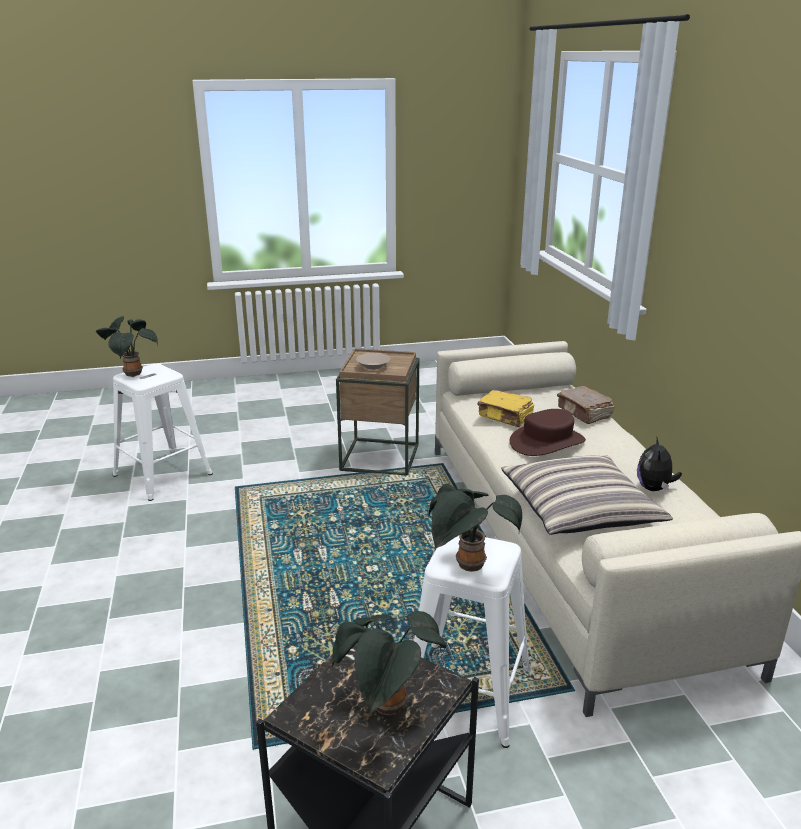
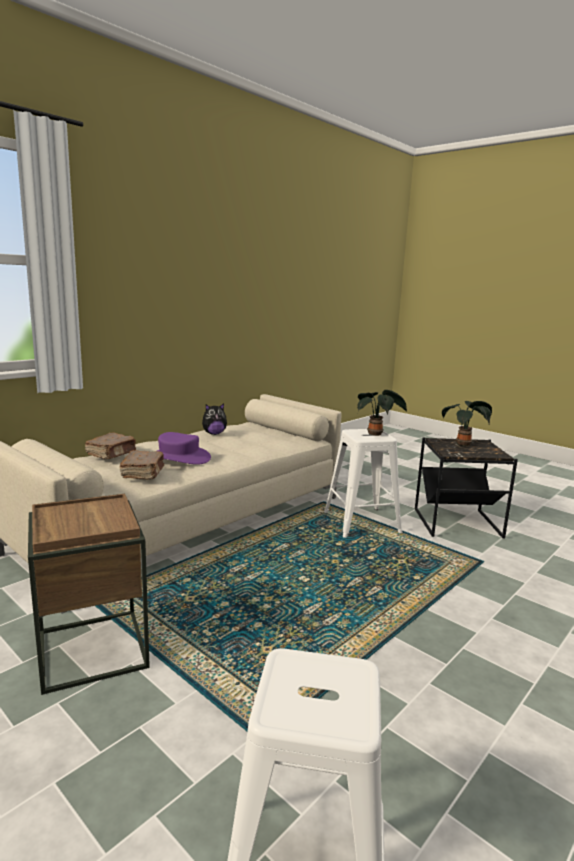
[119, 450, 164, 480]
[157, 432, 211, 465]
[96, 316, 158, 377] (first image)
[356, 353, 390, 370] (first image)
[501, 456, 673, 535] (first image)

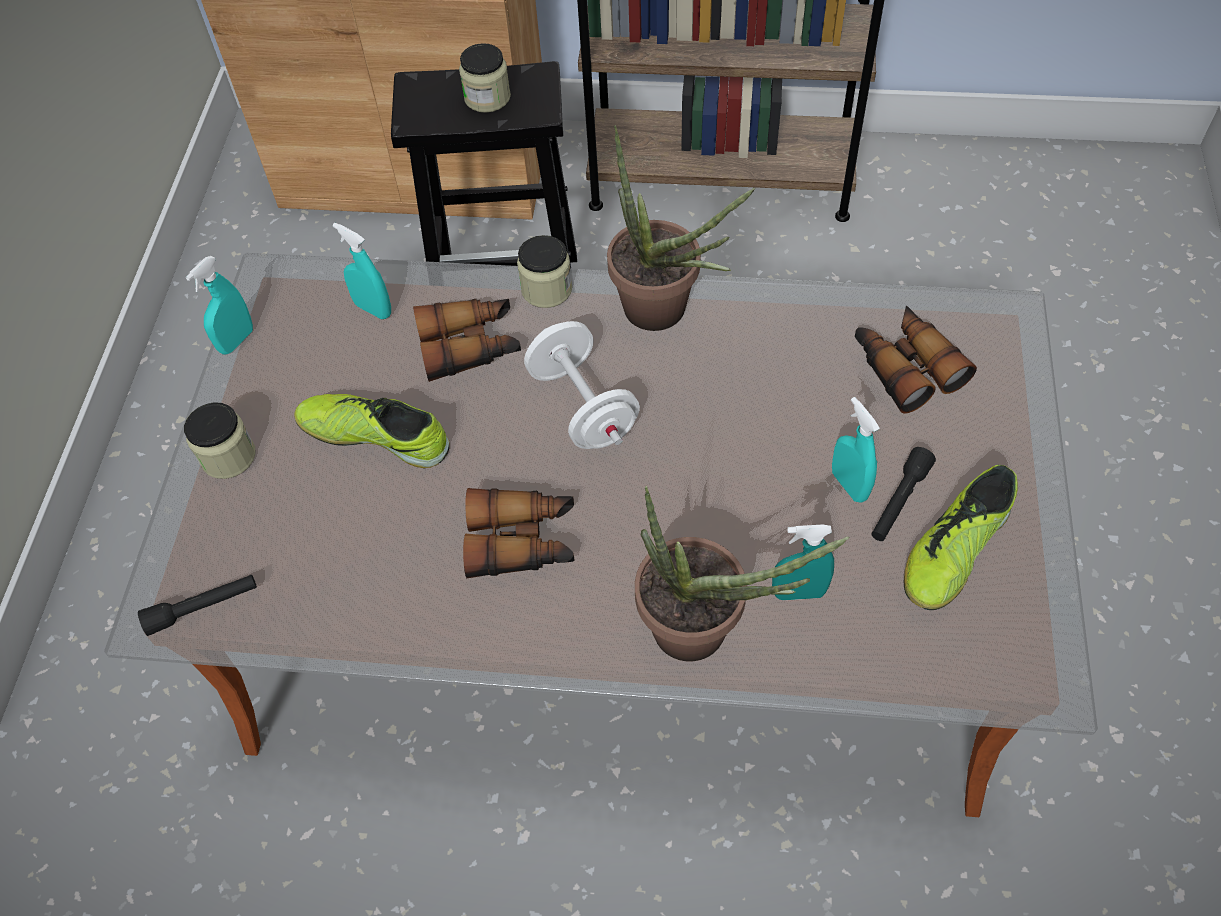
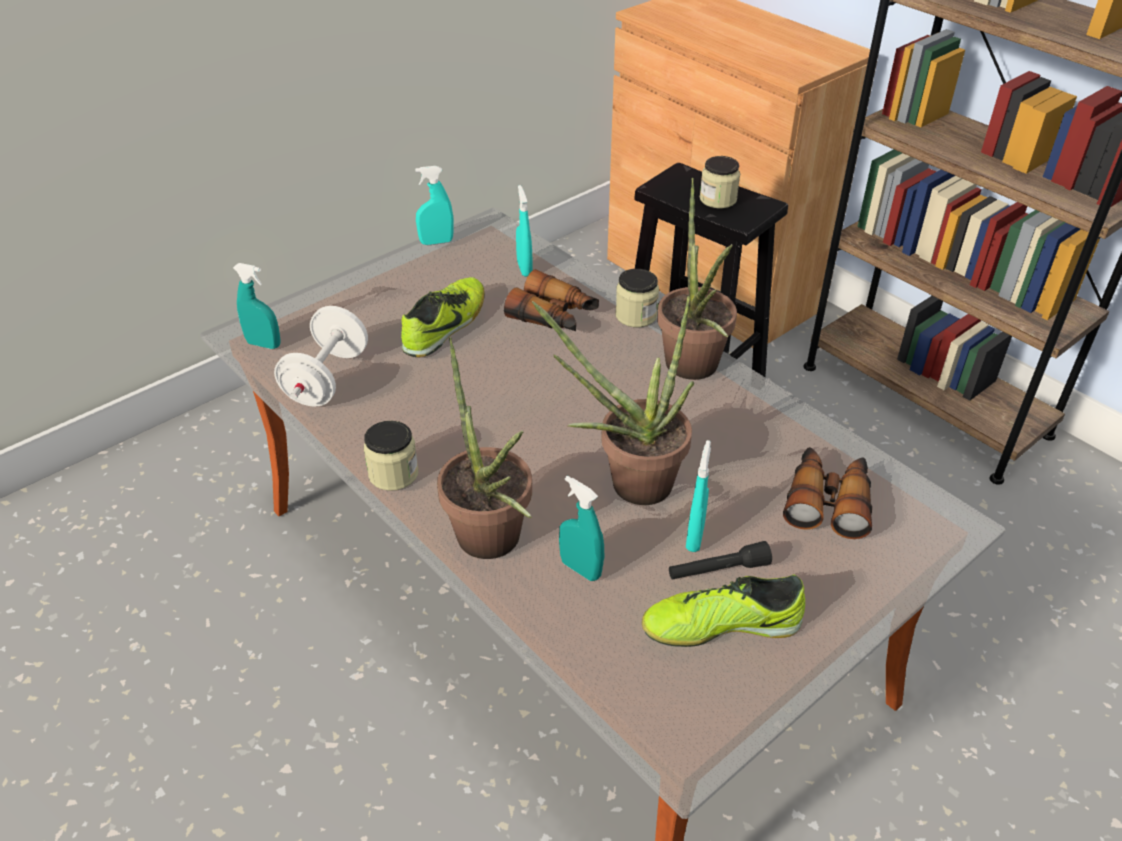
[233, 263, 280, 349]
[274, 306, 368, 407]
[364, 421, 418, 491]
[401, 277, 485, 357]
[532, 296, 694, 505]
[463, 488, 575, 578] (first image)

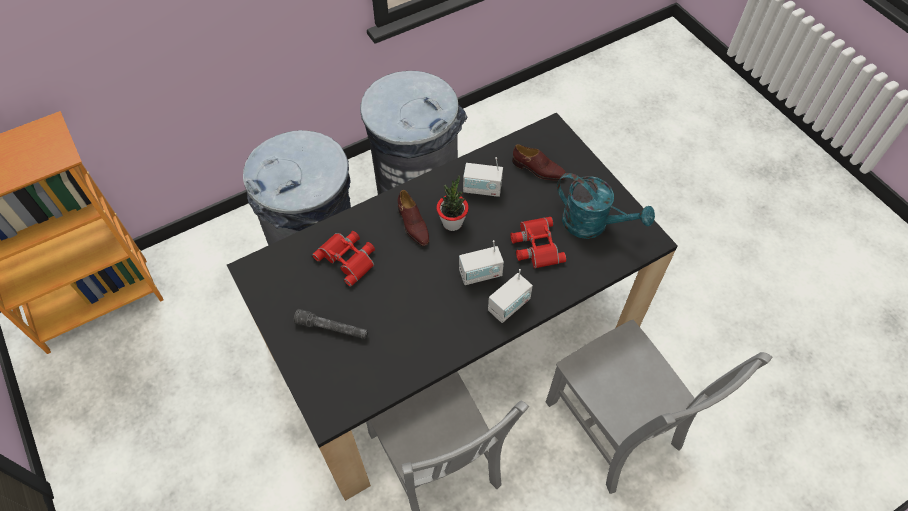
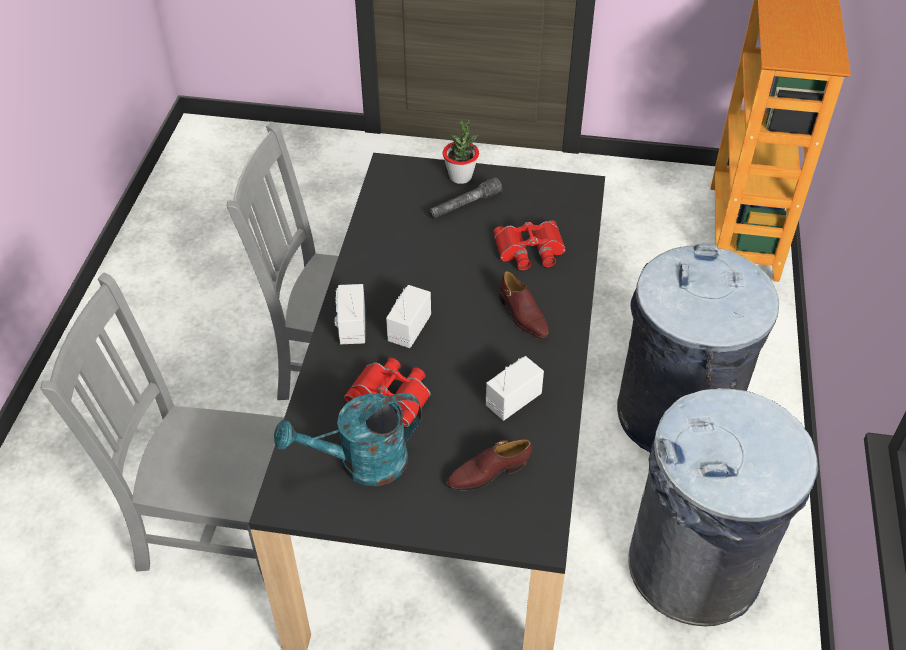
[443, 120, 479, 184]
[499, 271, 549, 339]

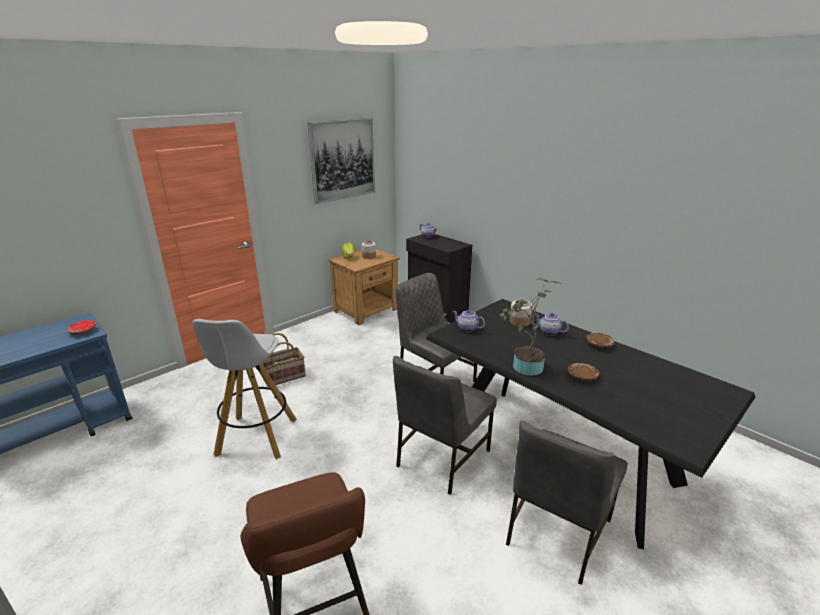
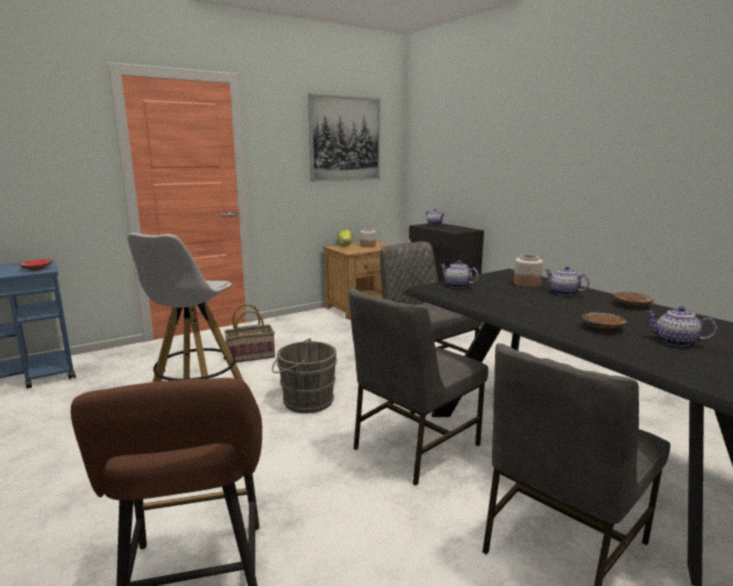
[272, 338, 338, 413]
[646, 306, 717, 346]
[499, 278, 562, 376] (first image)

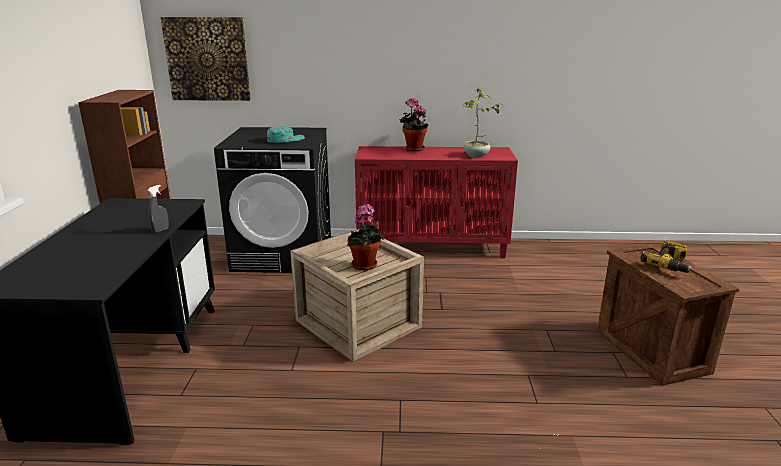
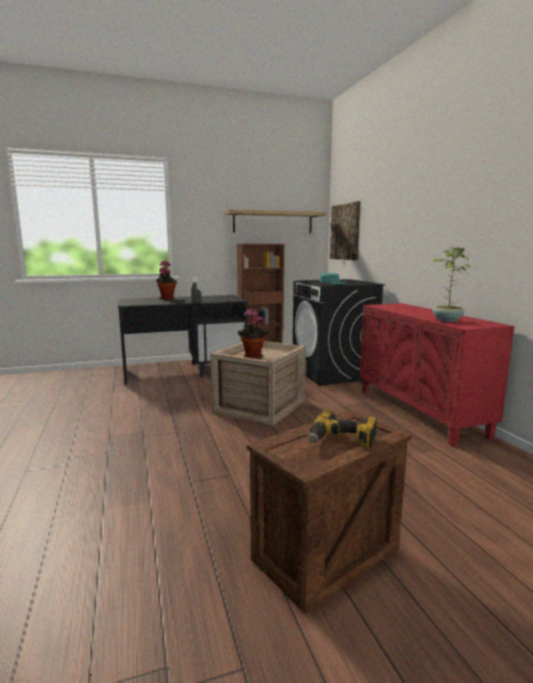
[156, 260, 177, 300]
[225, 209, 326, 234]

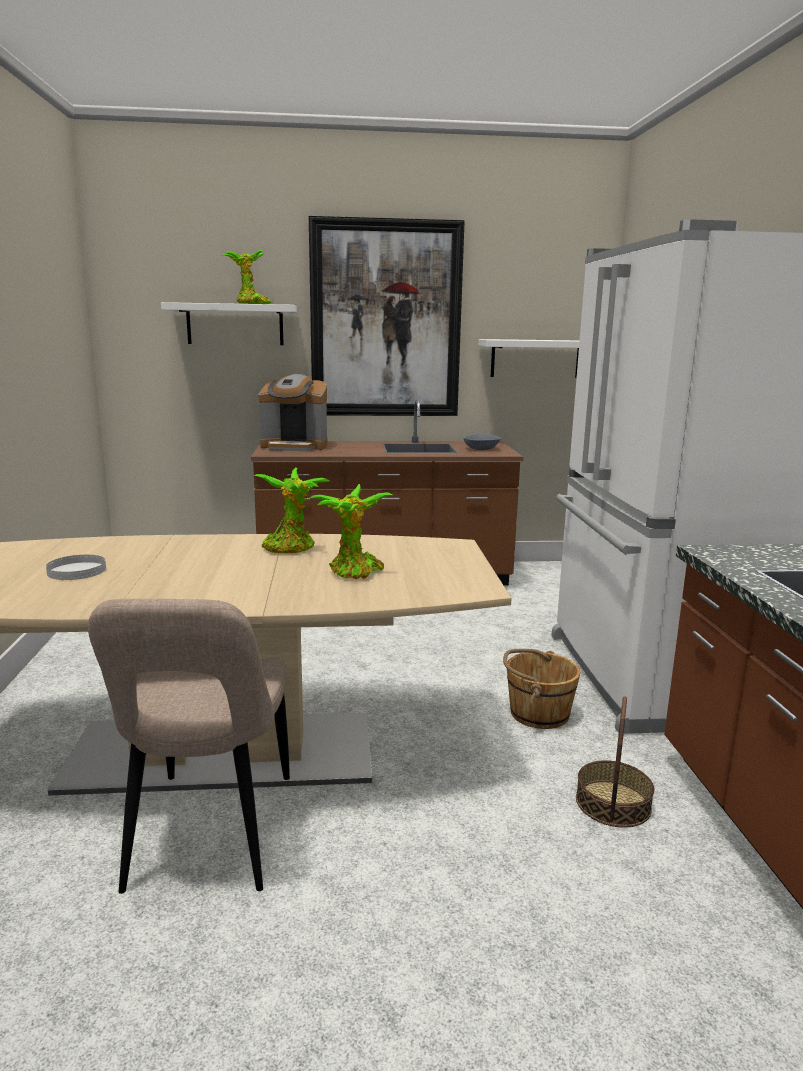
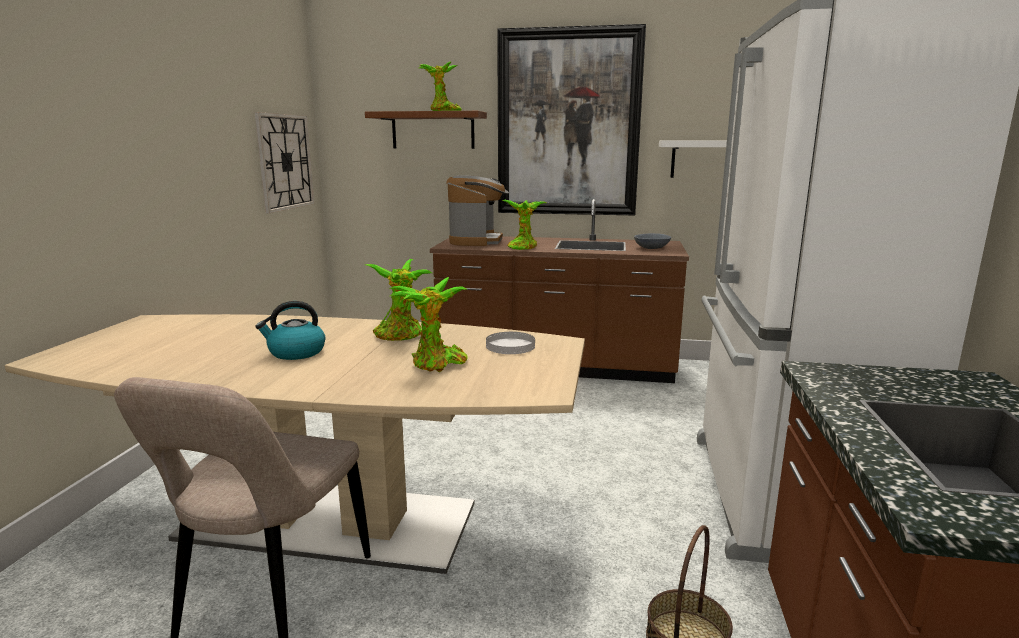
[255, 112, 315, 213]
[255, 301, 325, 360]
[365, 111, 487, 149]
[446, 175, 509, 246]
[486, 332, 535, 354]
[502, 200, 546, 250]
[503, 649, 580, 729] (first image)

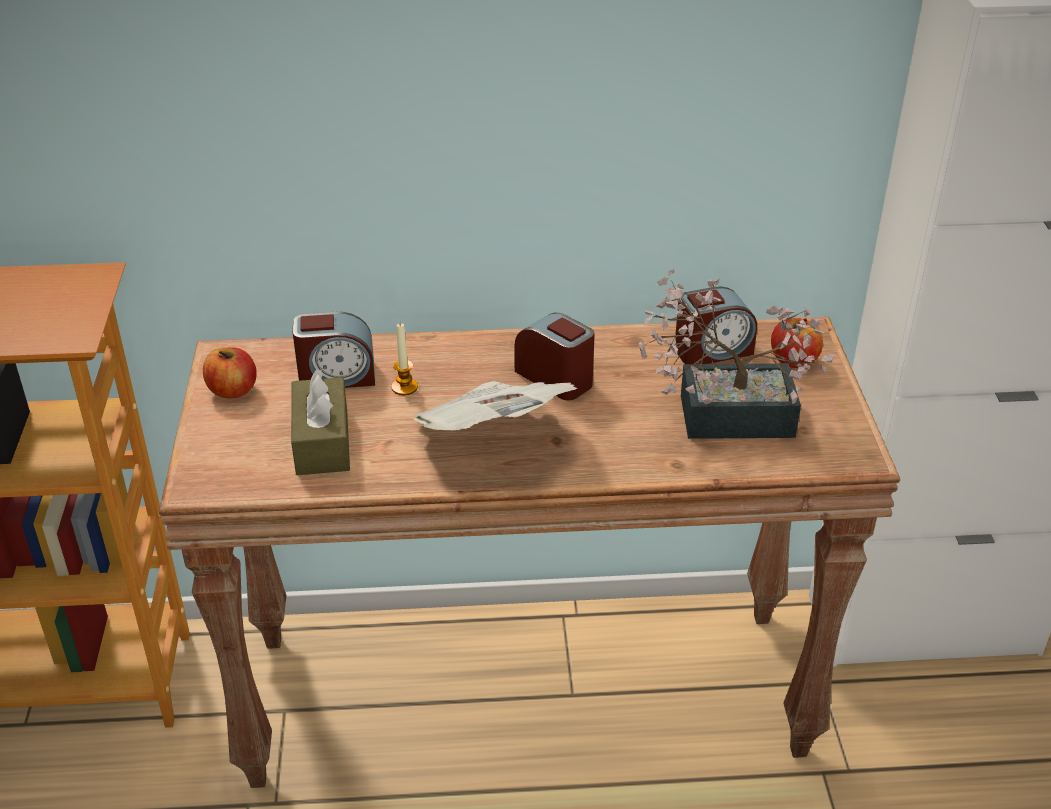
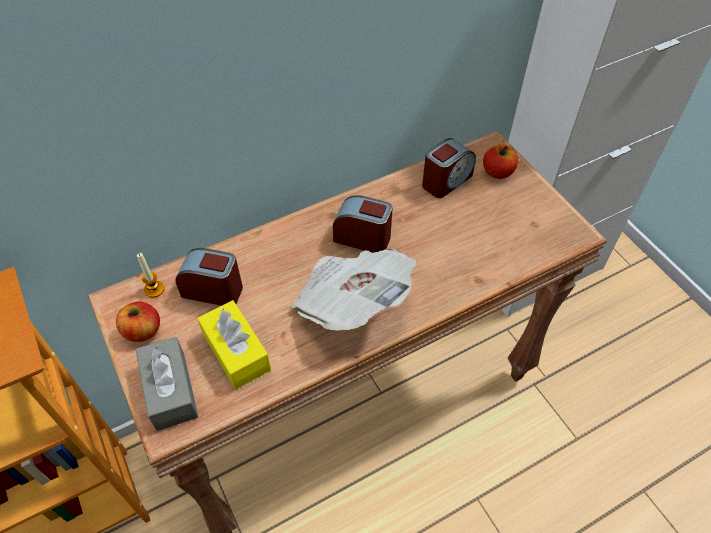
[136, 337, 198, 431]
[137, 253, 164, 298]
[175, 248, 243, 306]
[197, 300, 271, 389]
[639, 269, 834, 439] (first image)

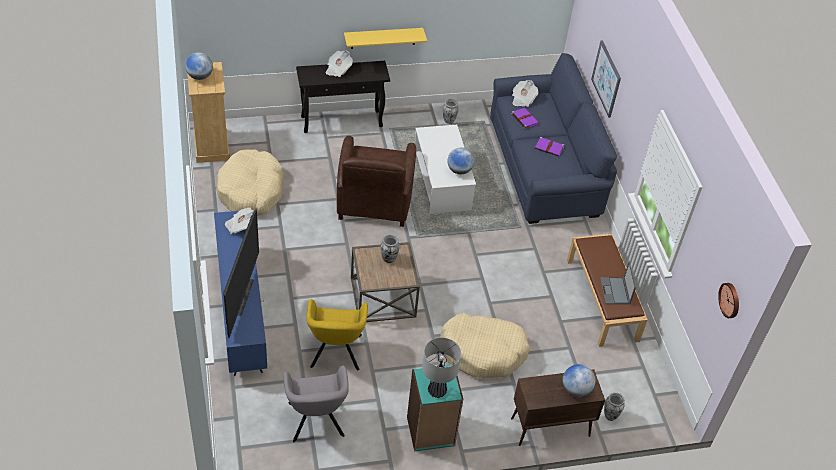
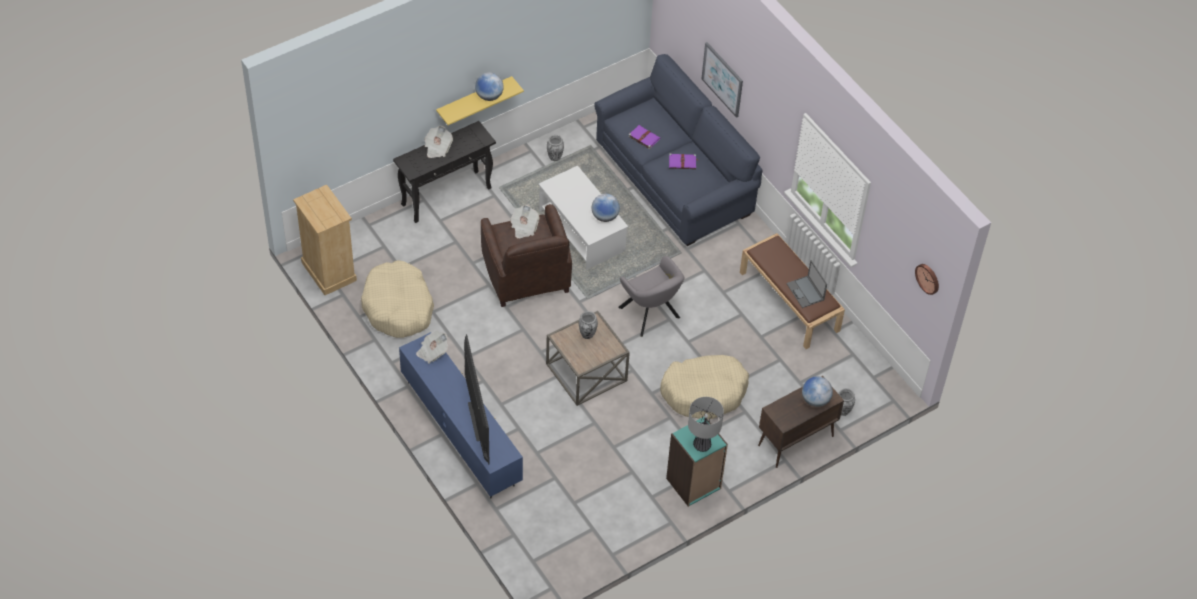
[475, 72, 504, 101]
[510, 205, 540, 238]
[618, 256, 684, 337]
[307, 299, 368, 370] (first image)

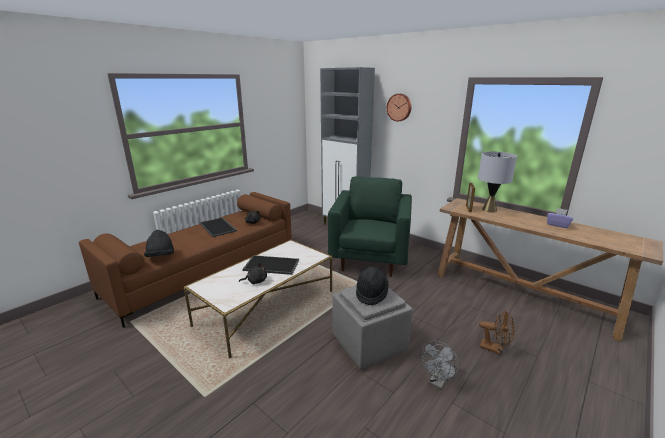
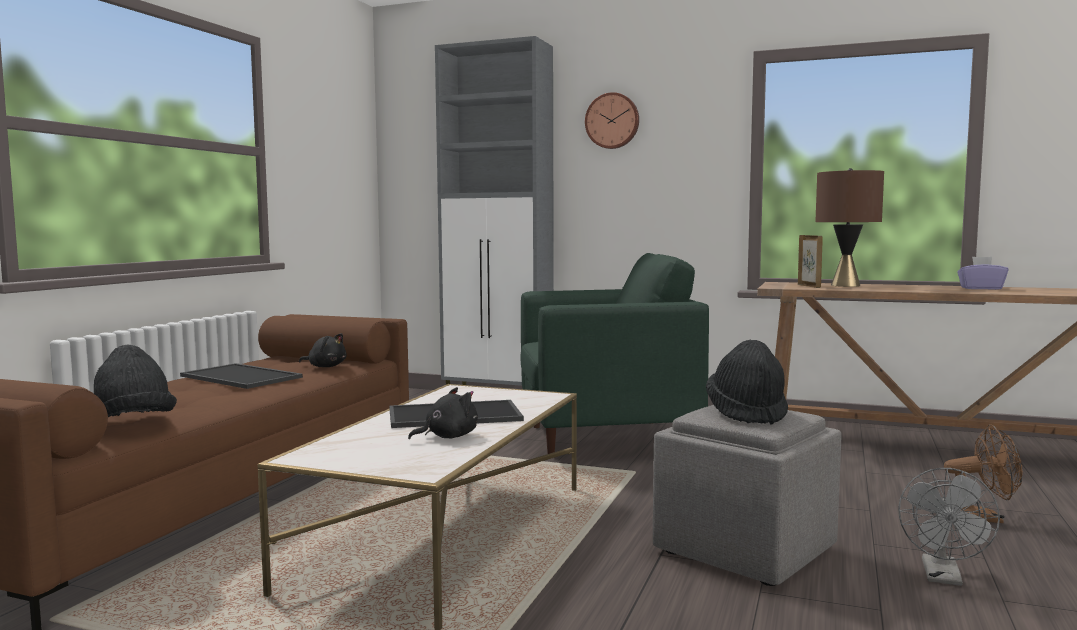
[521, 253, 709, 454]
[815, 168, 884, 287]

